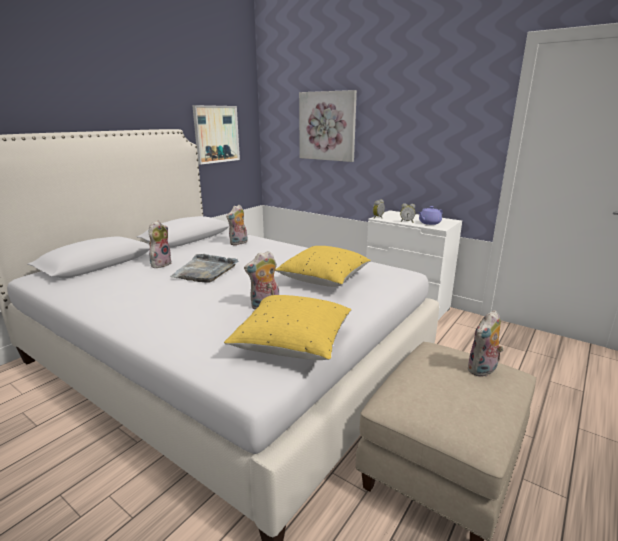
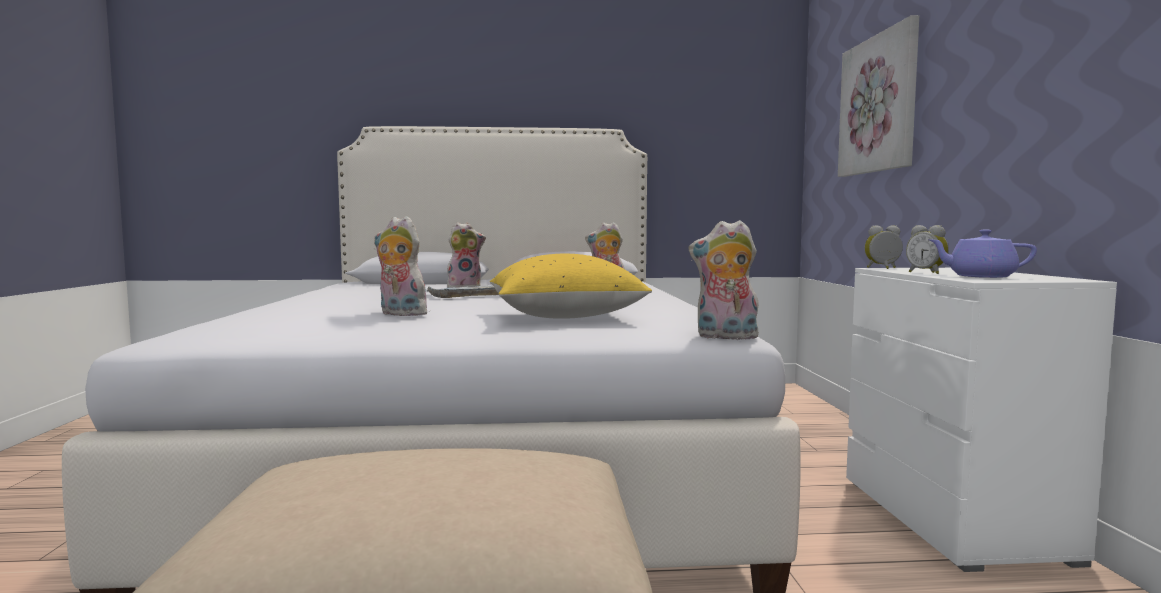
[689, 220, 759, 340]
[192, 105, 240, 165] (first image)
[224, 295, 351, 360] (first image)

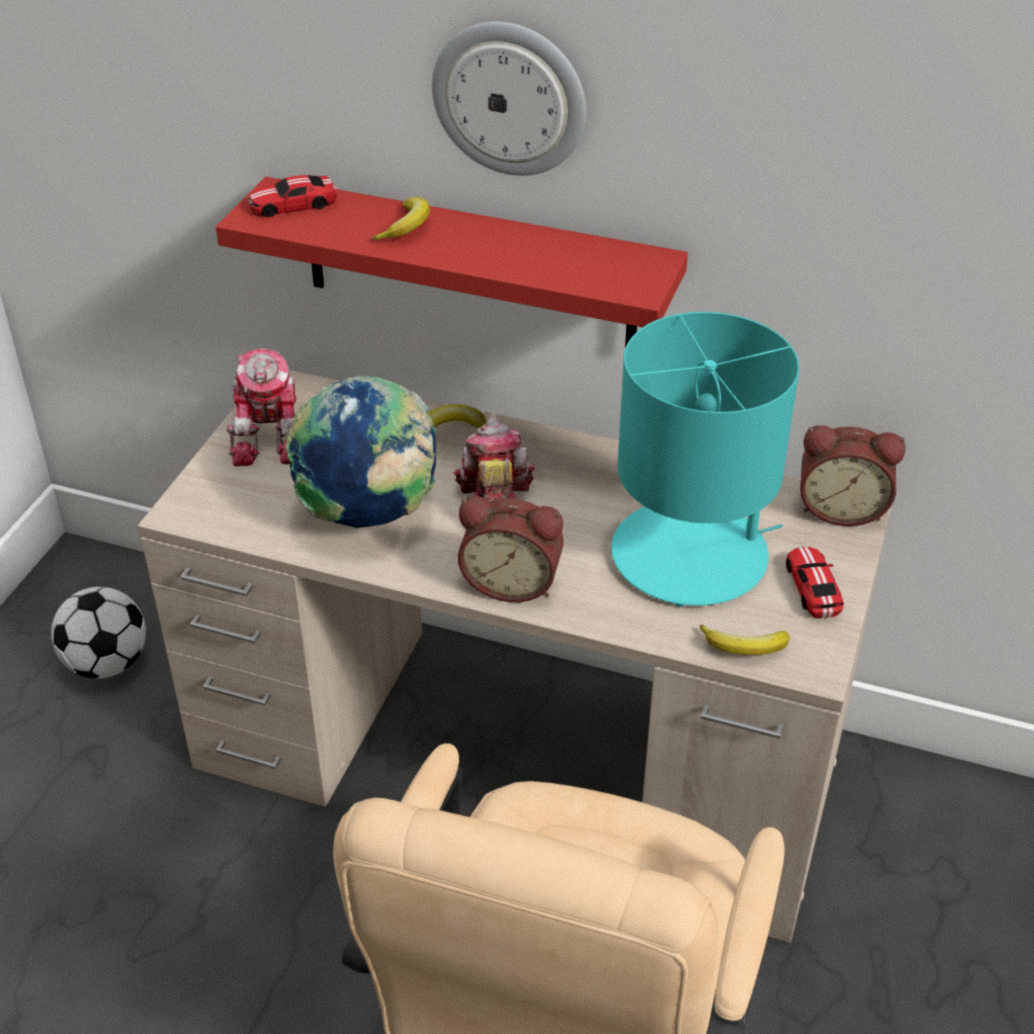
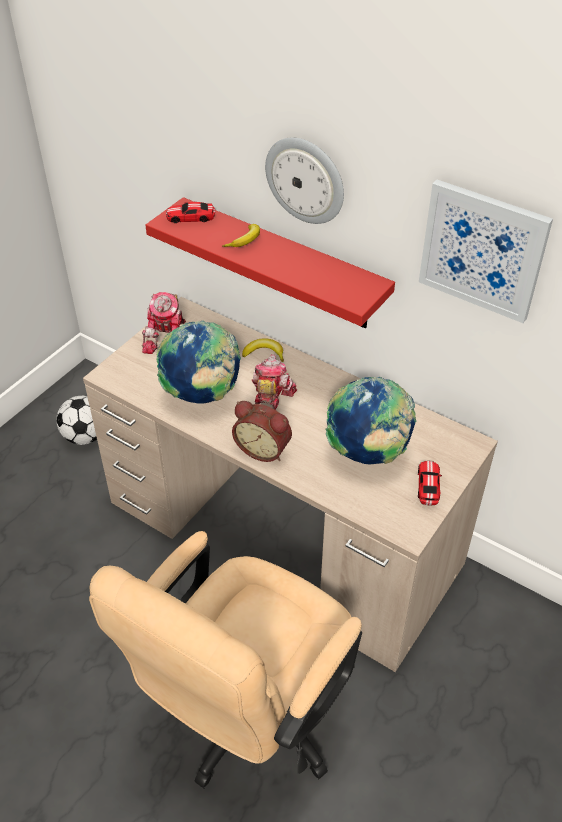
[325, 377, 417, 464]
[419, 180, 553, 323]
[700, 625, 790, 655] (first image)
[800, 425, 906, 526] (first image)

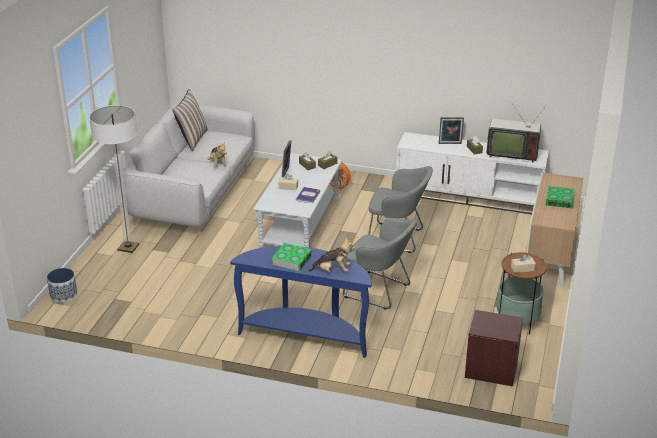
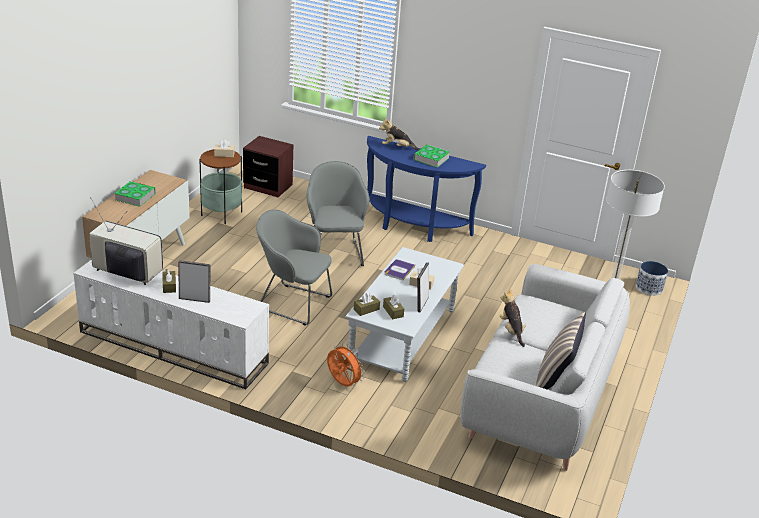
[306, 161, 370, 266]

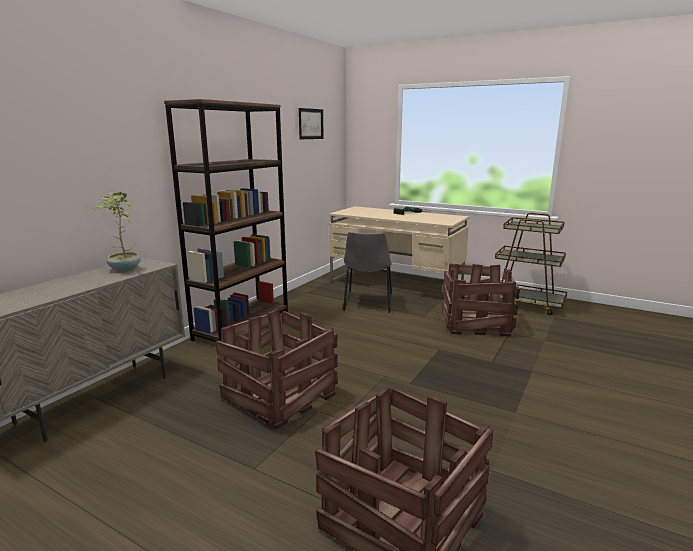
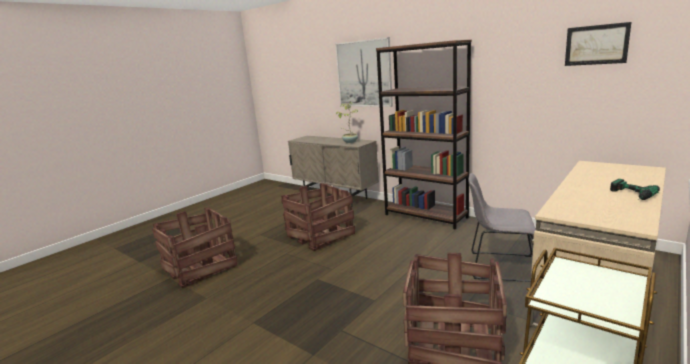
[335, 37, 393, 107]

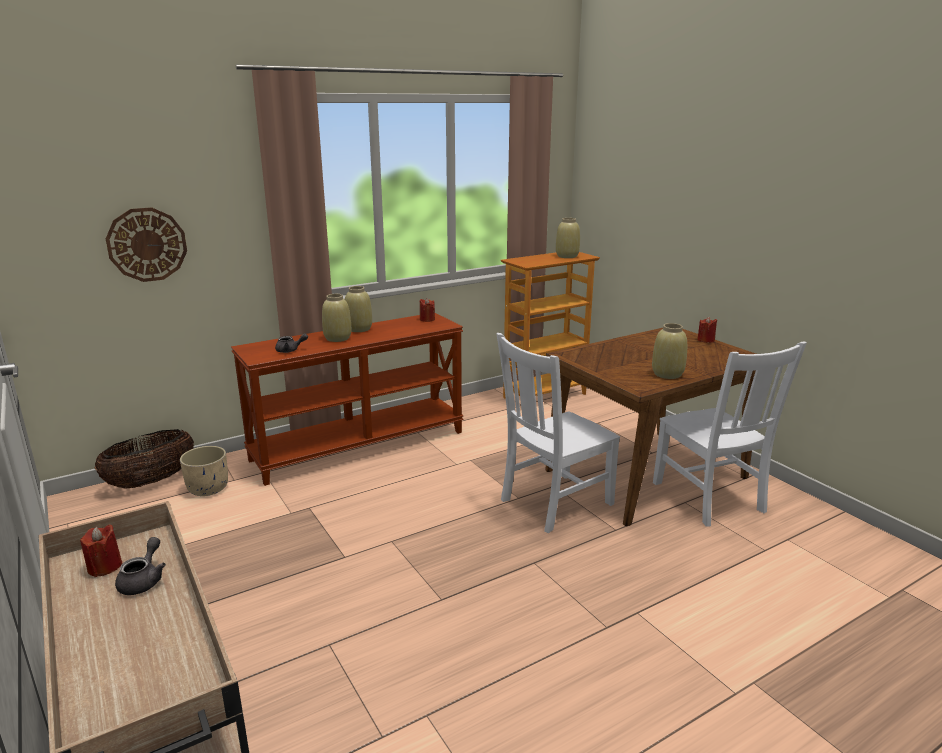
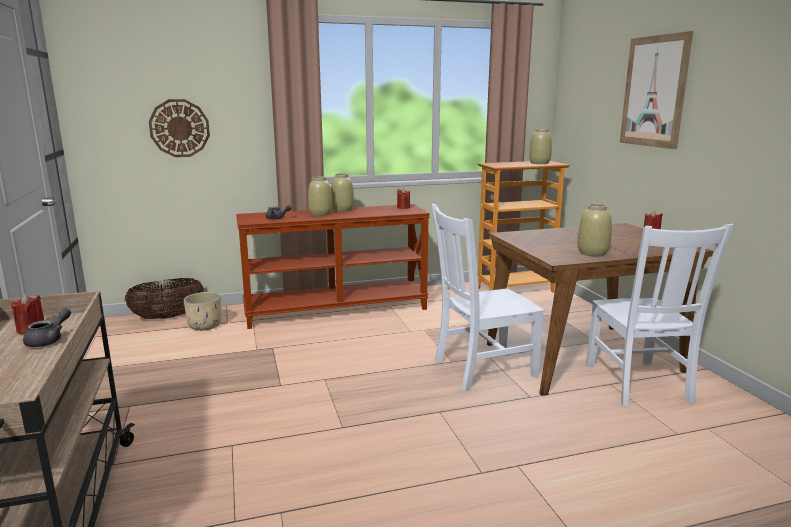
[620, 31, 693, 149]

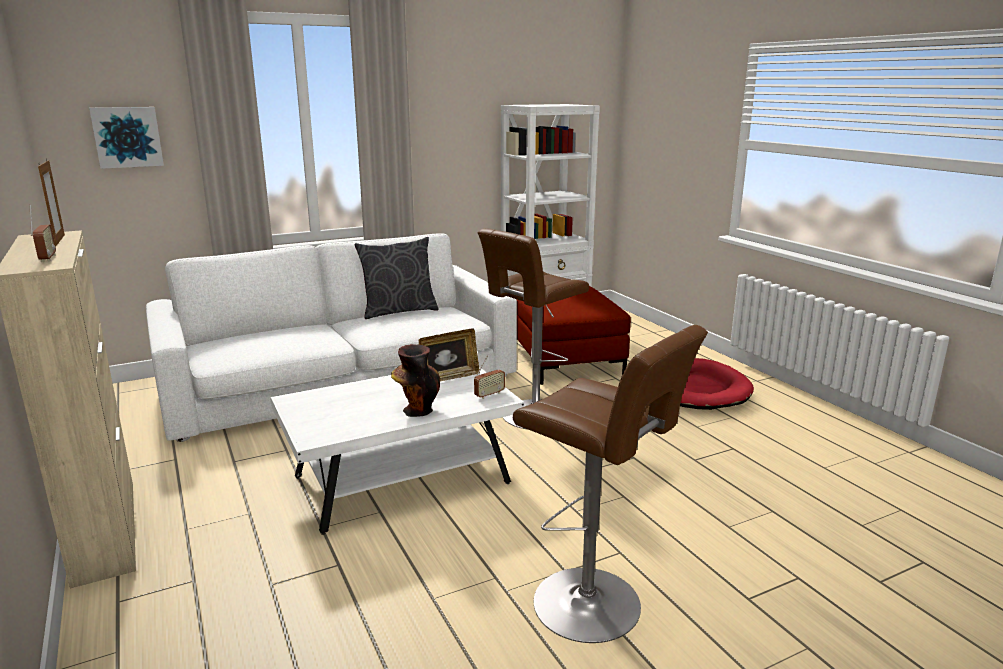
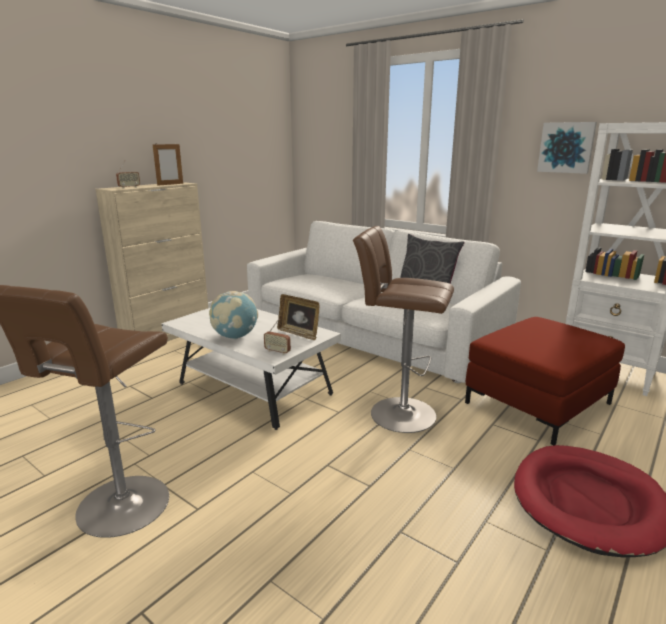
[209, 291, 258, 339]
[537, 122, 597, 174]

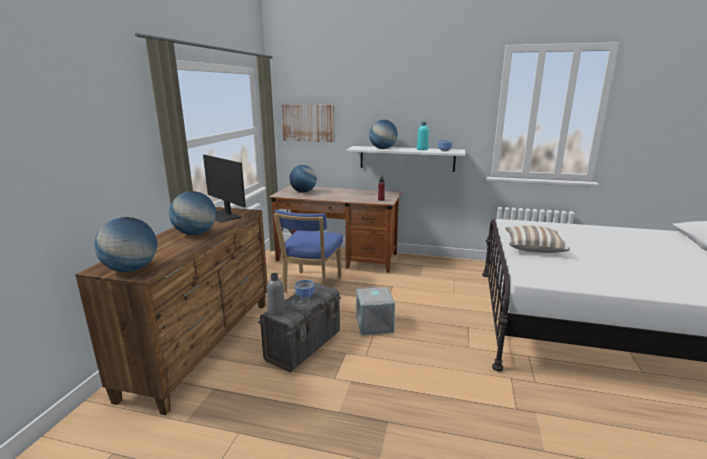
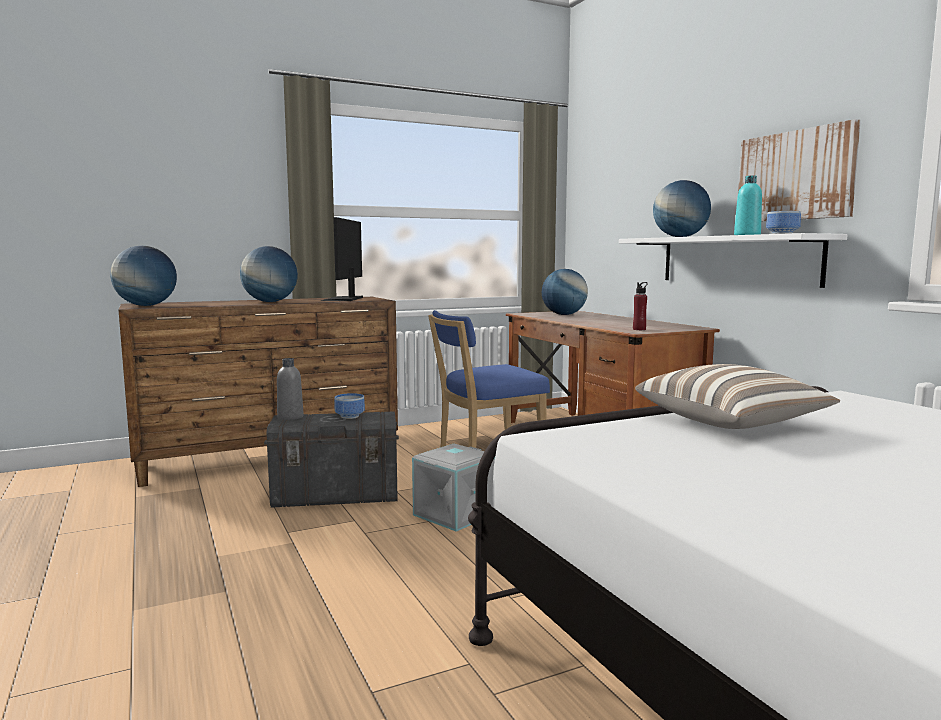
[738, 119, 861, 221]

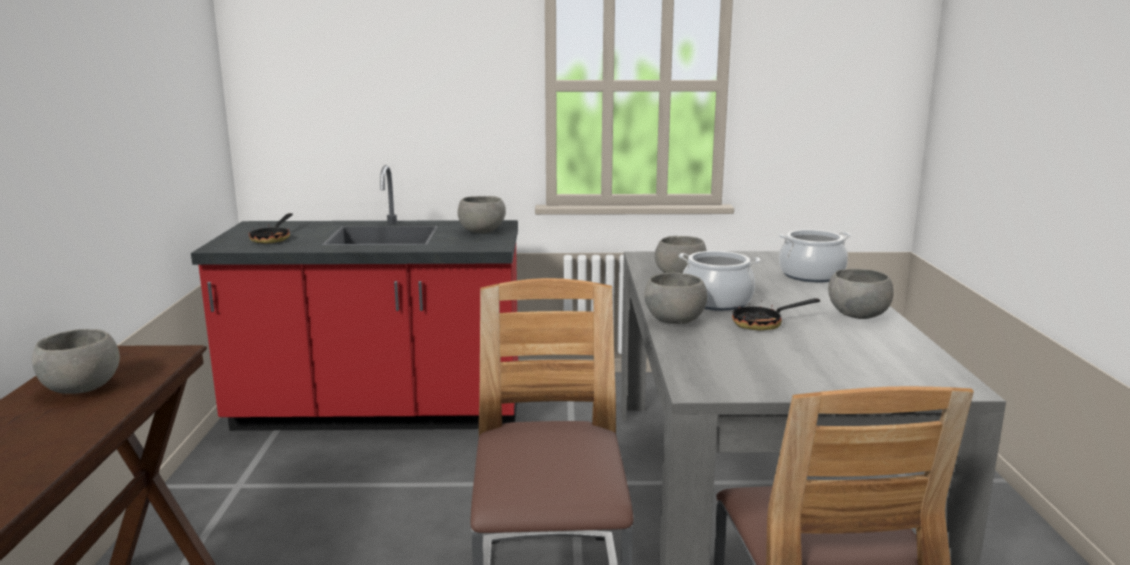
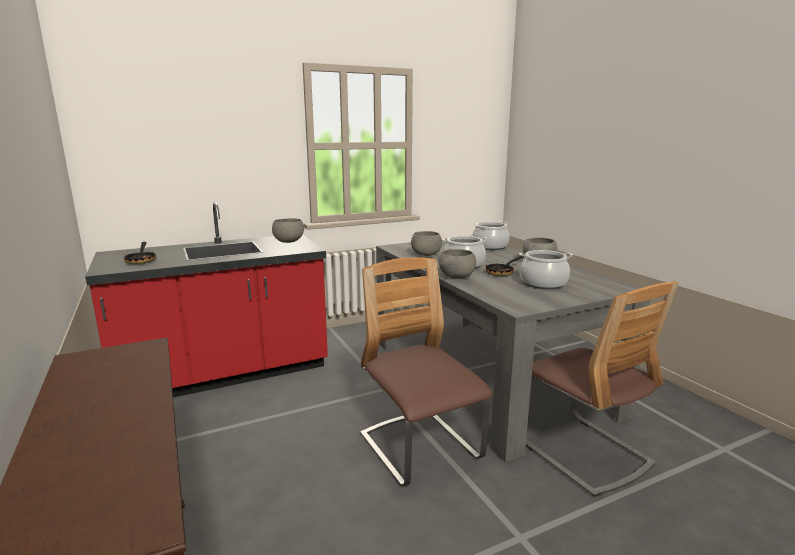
[519, 250, 573, 289]
[32, 329, 120, 394] (first image)

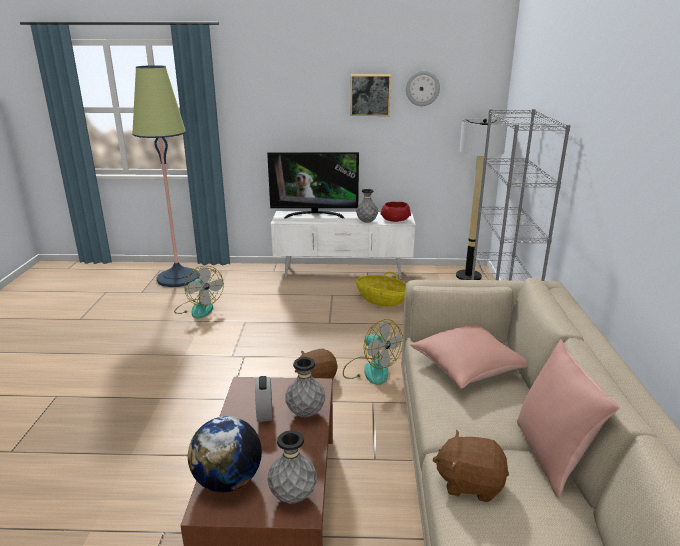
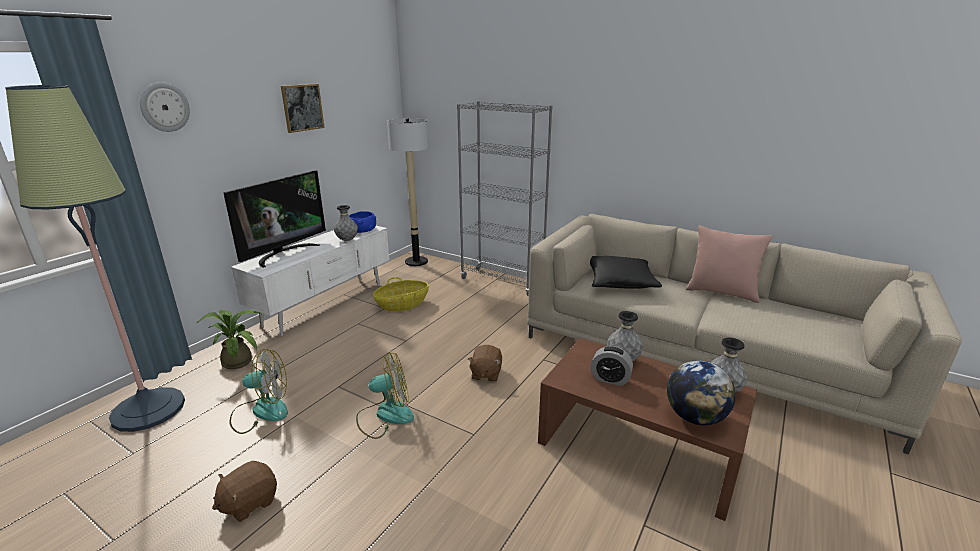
[140, 82, 190, 132]
[197, 309, 260, 369]
[212, 461, 277, 522]
[349, 211, 376, 233]
[356, 352, 414, 439]
[590, 256, 662, 289]

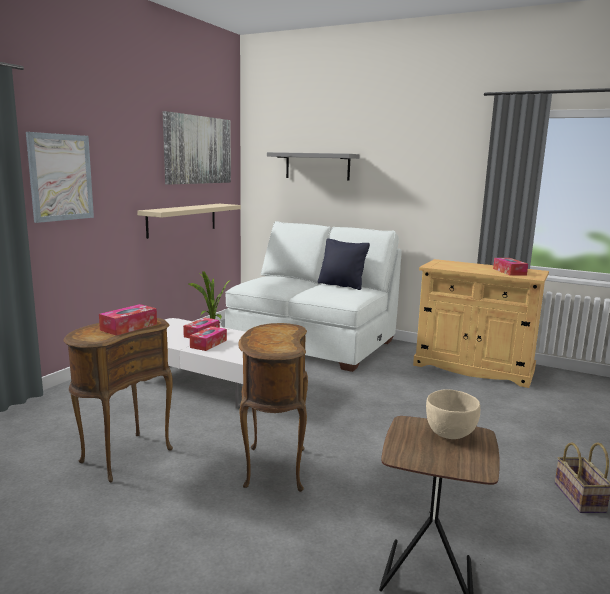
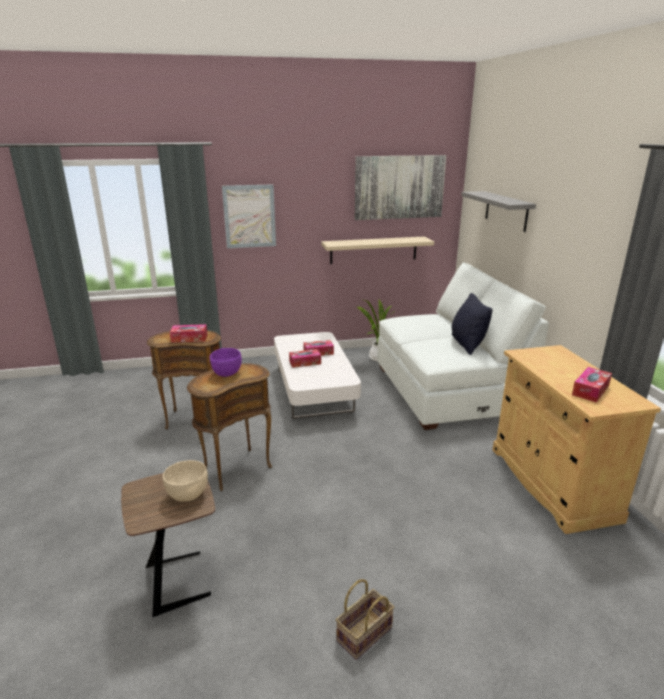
[210, 348, 242, 377]

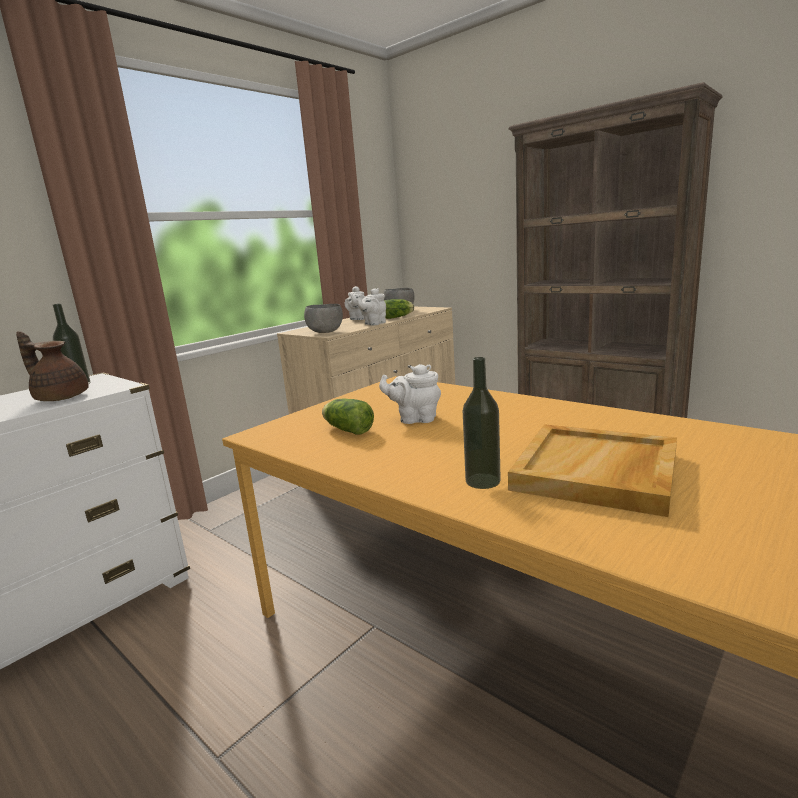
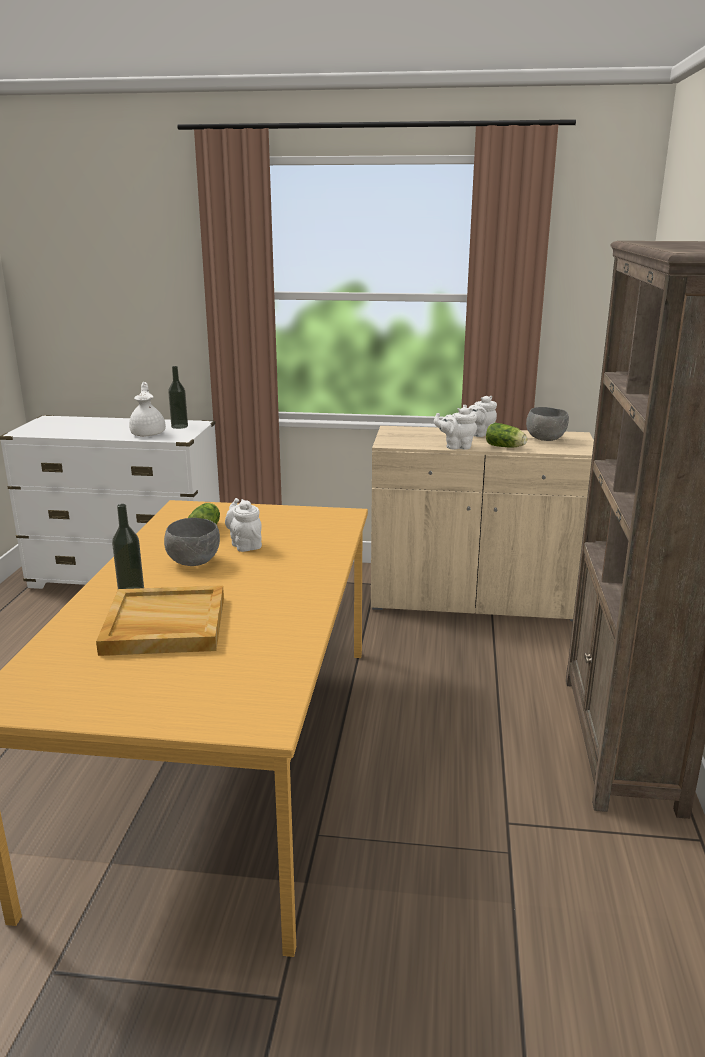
[129, 382, 166, 436]
[164, 518, 220, 566]

